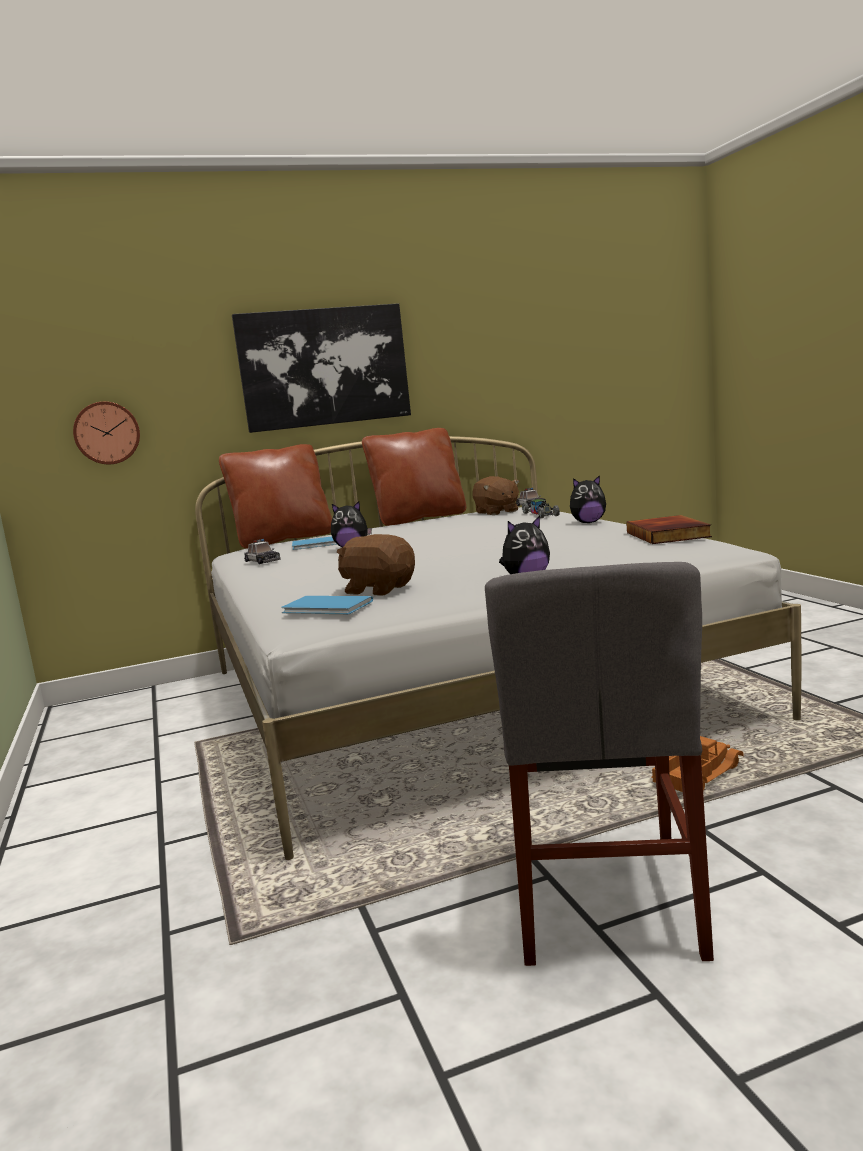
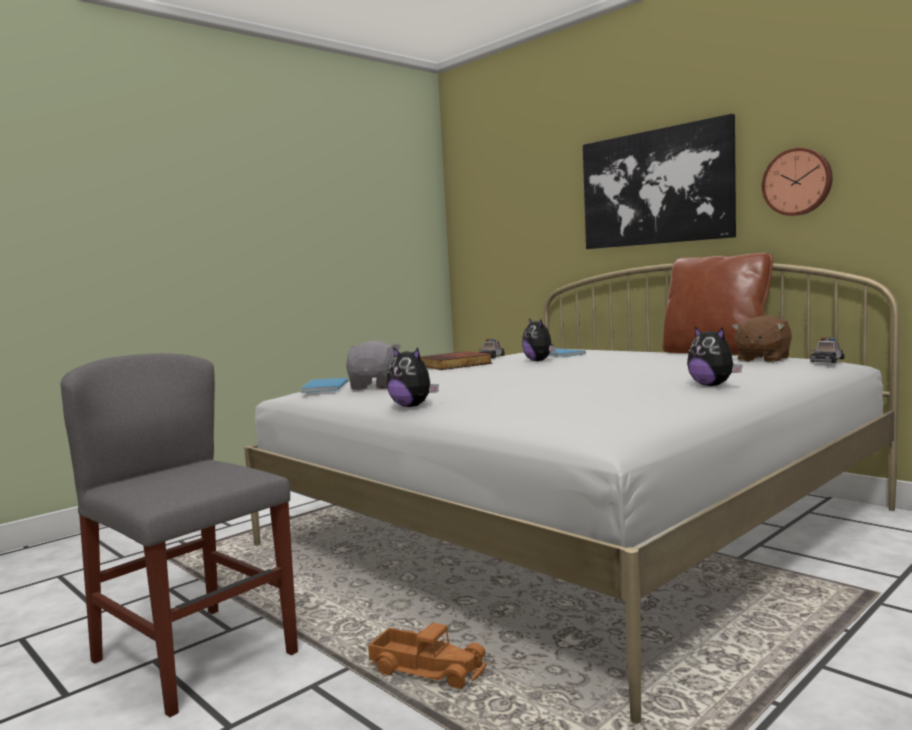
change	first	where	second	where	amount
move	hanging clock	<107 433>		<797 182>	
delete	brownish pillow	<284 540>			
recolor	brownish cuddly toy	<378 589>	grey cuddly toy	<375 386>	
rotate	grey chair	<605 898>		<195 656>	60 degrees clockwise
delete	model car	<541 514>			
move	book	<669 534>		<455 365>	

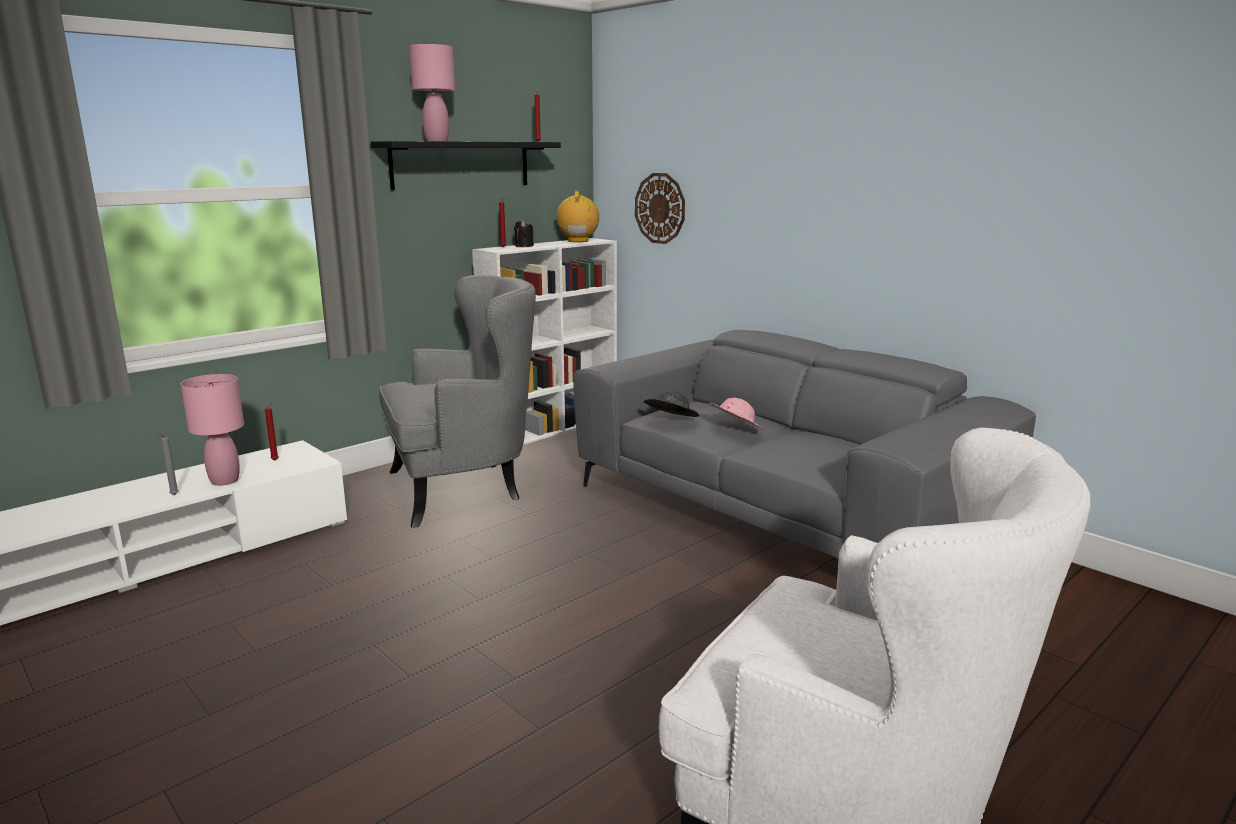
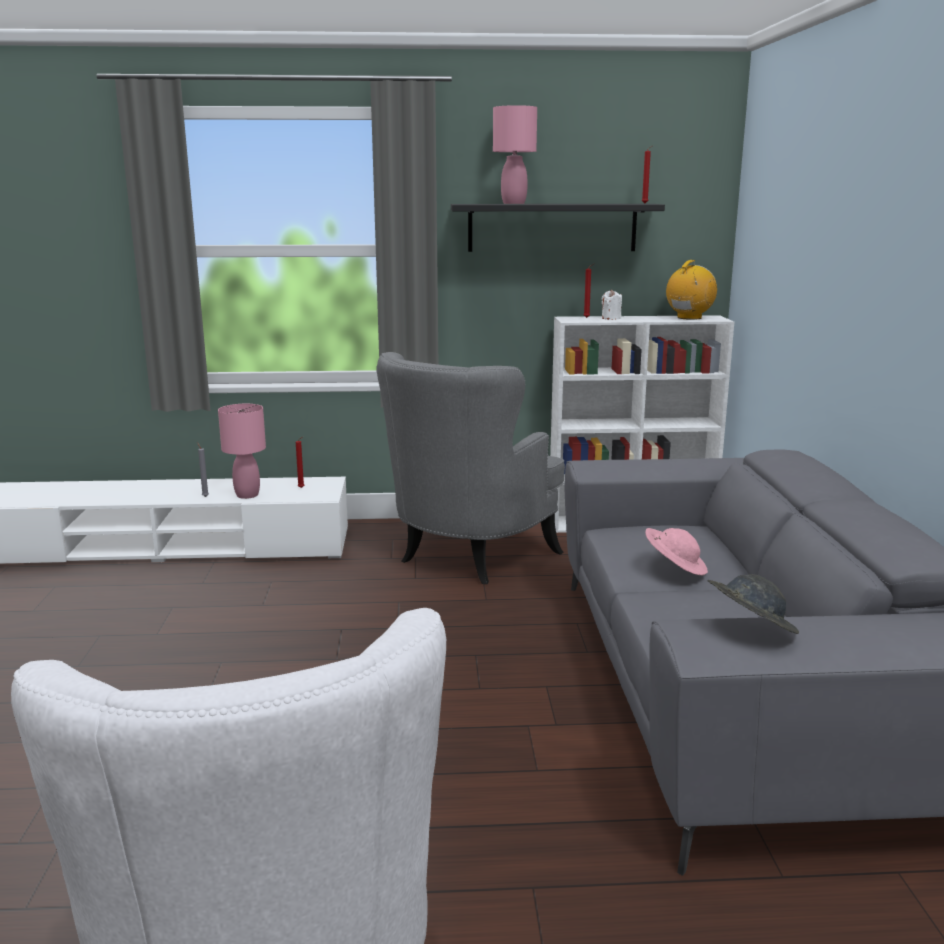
change	first	where	second	where	amount
rotate	grey lounge chair	<464 488>		<467 558>	105 degrees clockwise
recolor	black candle	<524 246>	white candle	<611 318>	
delete	hanging clock	<660 208>			
move	grey hat	<670 421>		<749 627>	

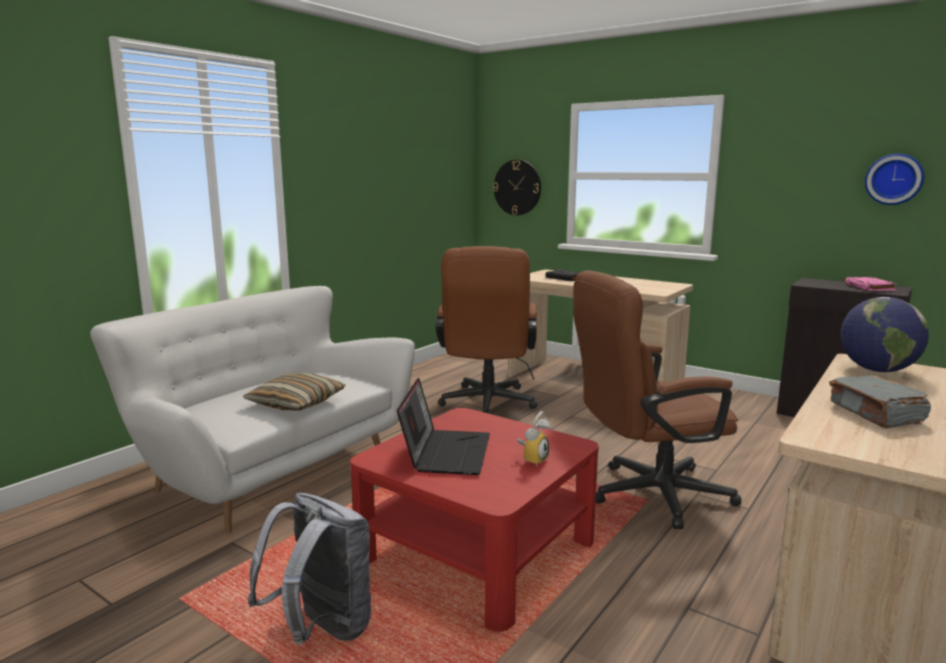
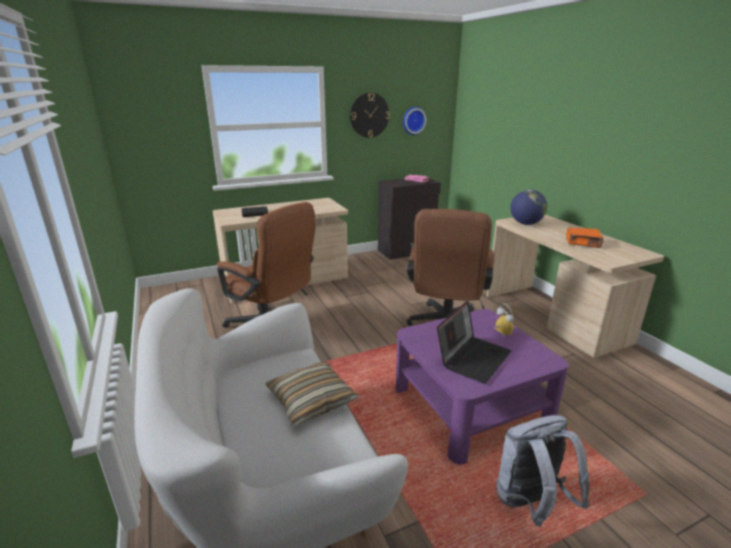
change	first	where	second	where	amount
recolor	red low table	<477 550>	purplish low table	<469 405>	
rotate	laptop	<445 452>		<473 357>	90 degrees clockwise
move	hanging clock	<517 187>		<369 115>	
recolor	grey book	<876 414>	orange-coloured book	<583 243>	

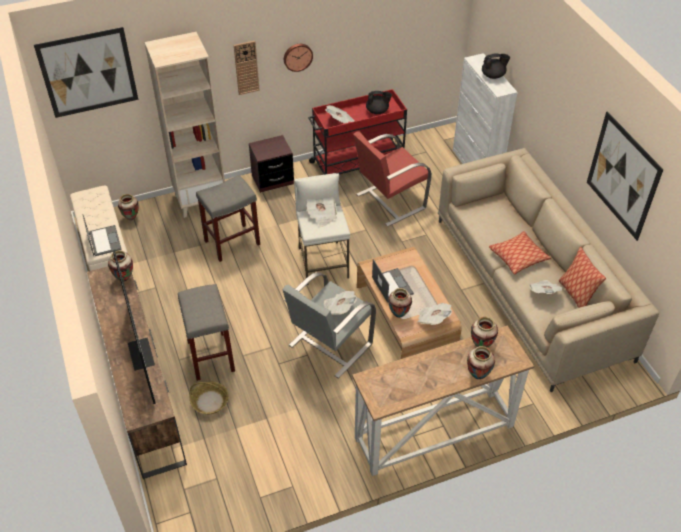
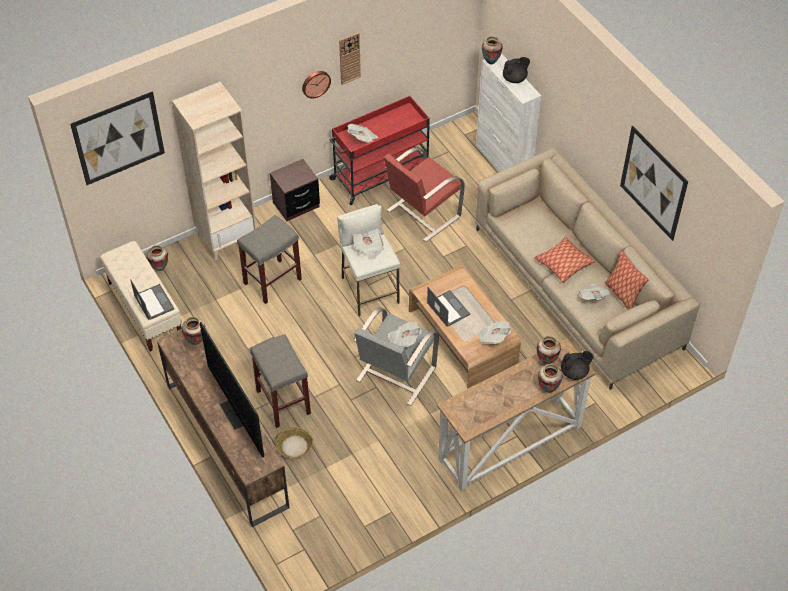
change	first	where	second	where	amount
move	hanging clock	<246 67>		<349 58>	
move	black pot for tea	<377 111>		<574 372>	
move	vase	<398 314>		<490 62>	

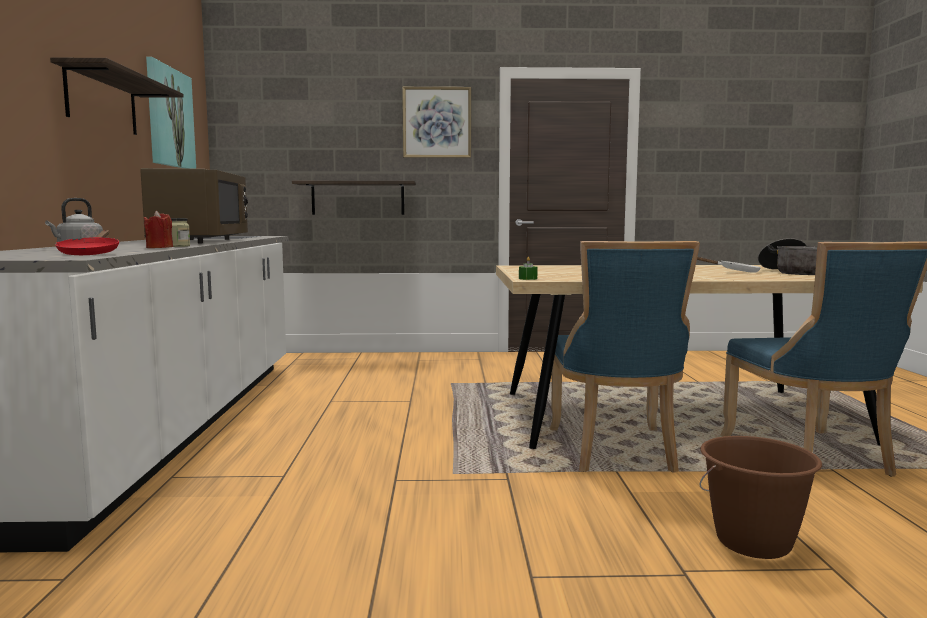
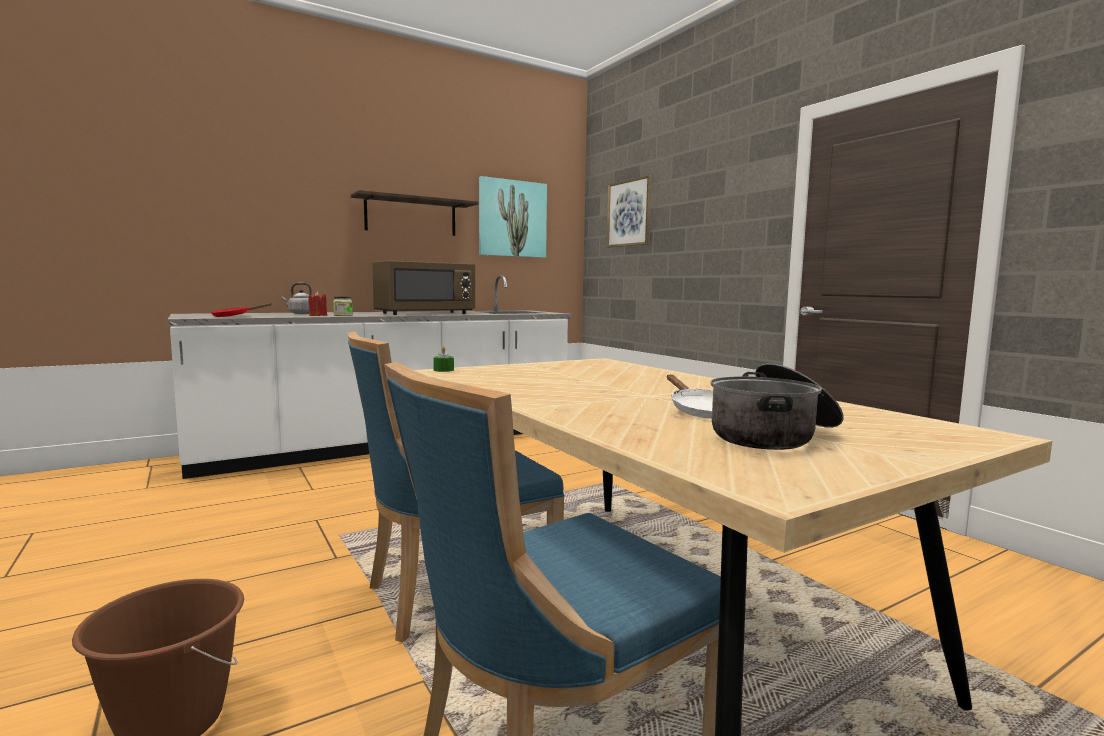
change	first	where	second	where	amount
delete	shelf	<358 198>			
move	wall art	<437 122>		<629 213>	

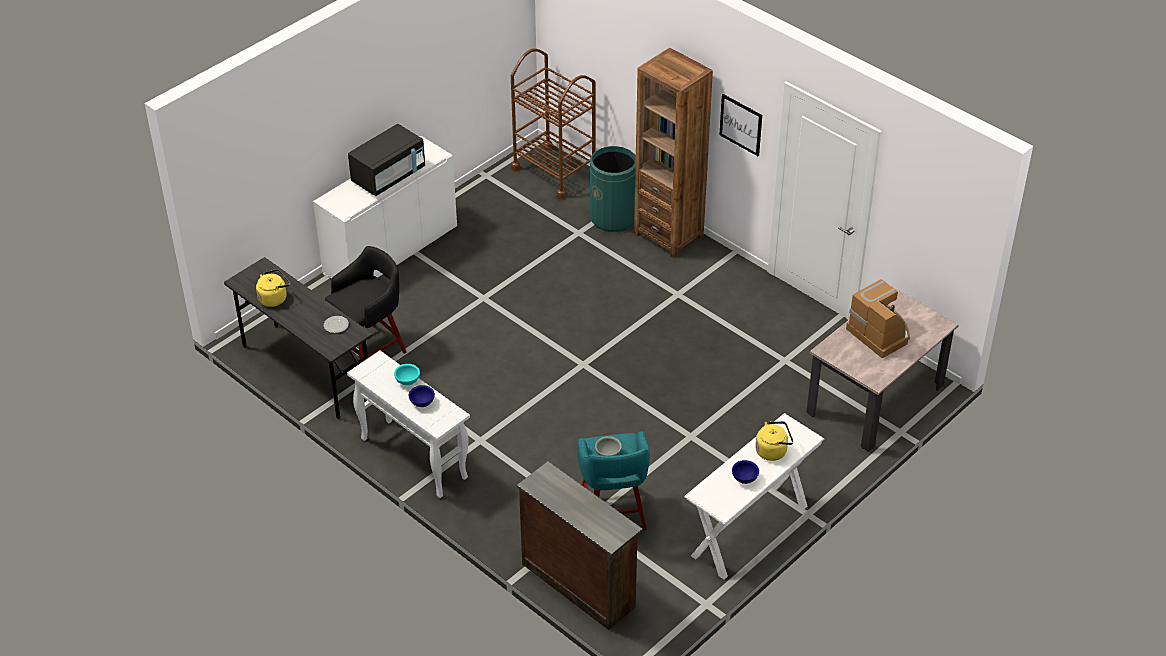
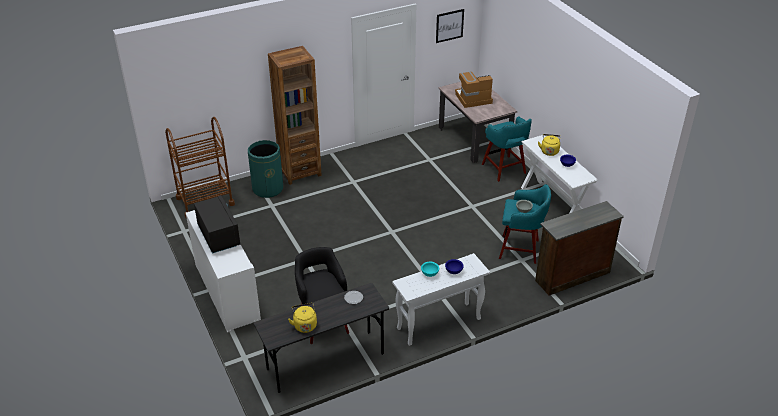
change	first	where	second	where	amount
move	wall art	<741 124>		<449 25>	
insert			turquoise sitting stool	<504 169>	

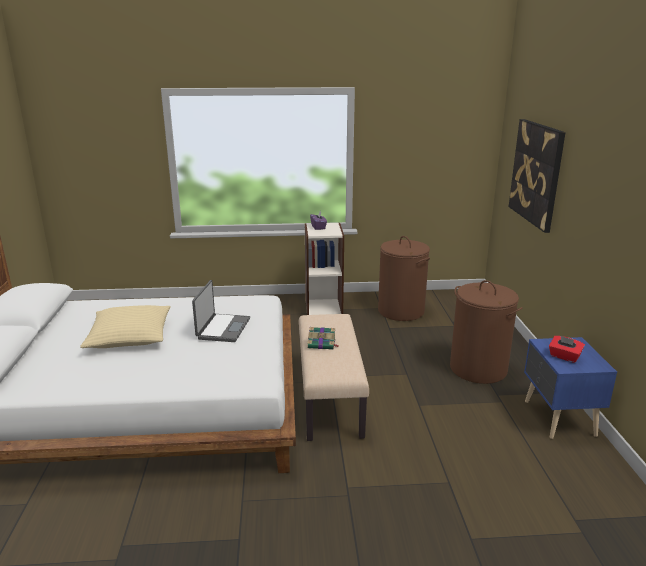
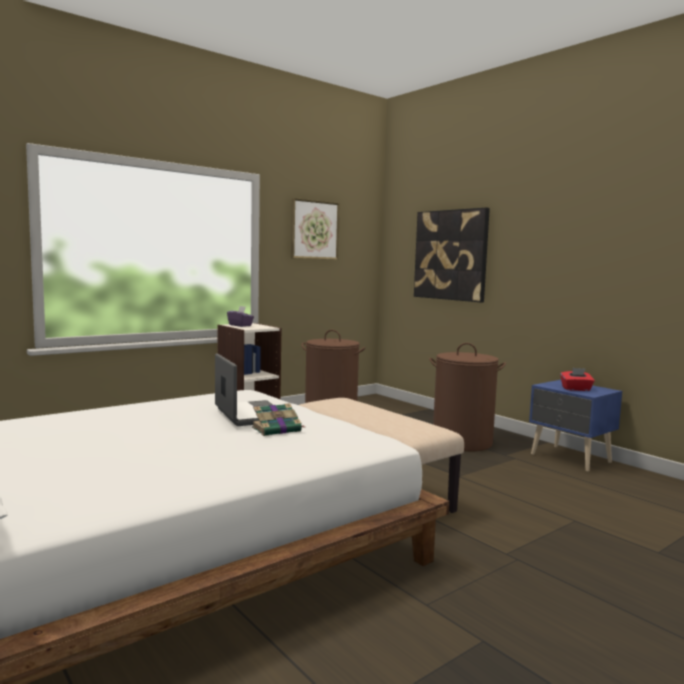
change	first	where	second	where	amount
delete	beige-coloured pillow	<129 336>			
move	book	<322 344>		<277 429>	
insert			wall art	<314 230>	

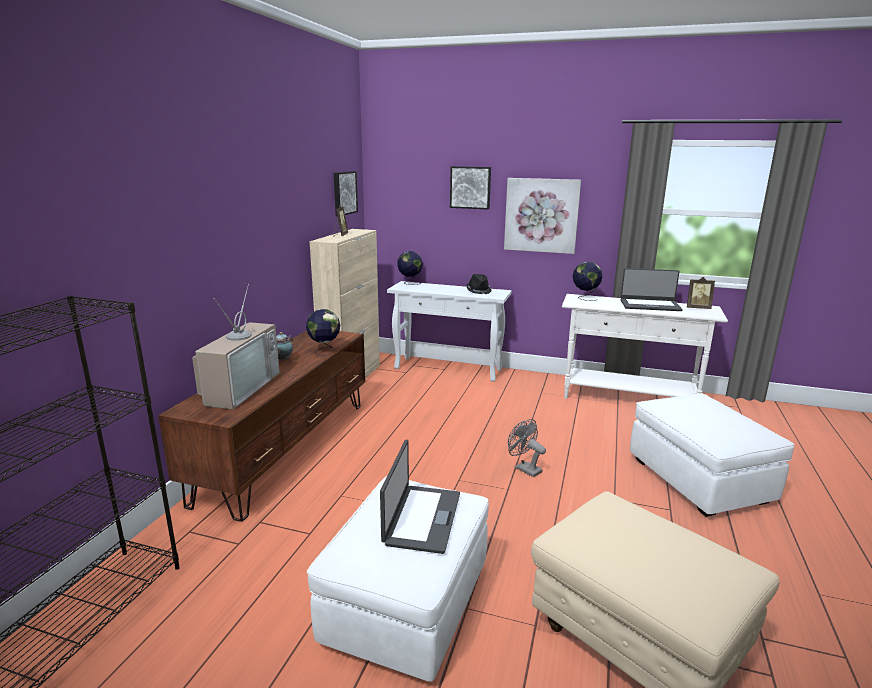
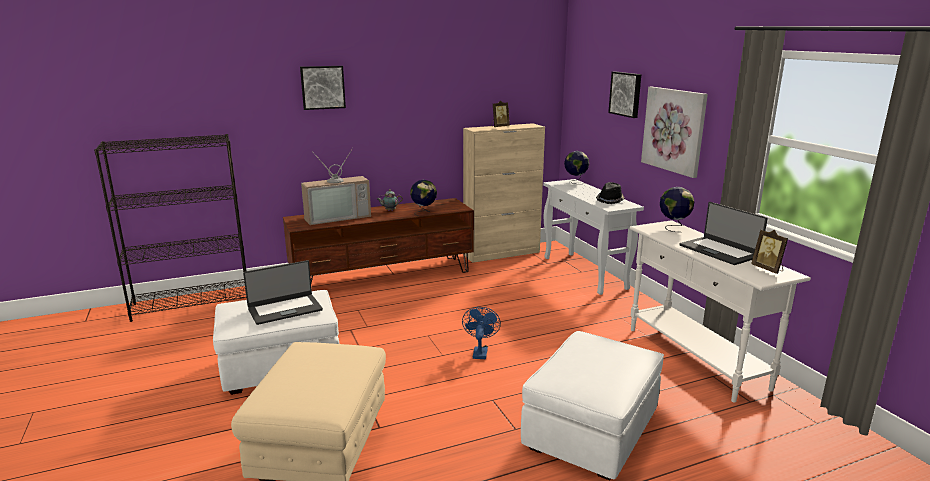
change	first	where	second	where	amount
move	wall art	<344 193>		<322 87>	
recolor	grey electric fan	<524 468>	blue electric fan	<480 351>	

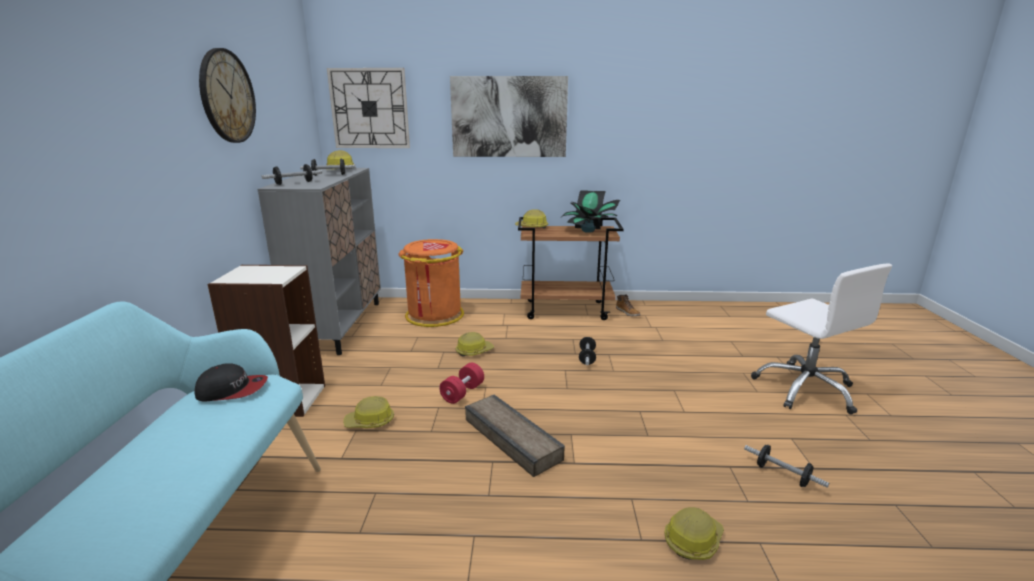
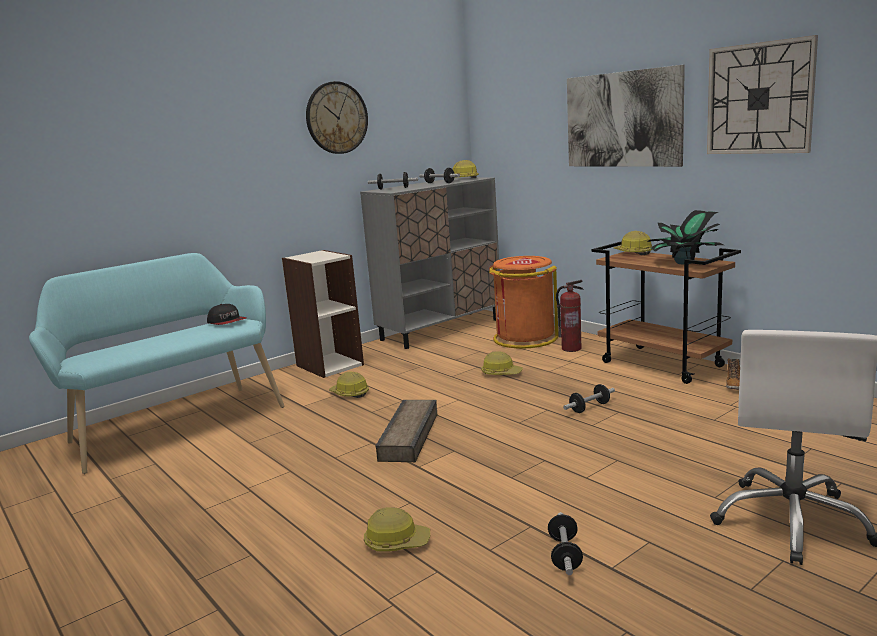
change	first	where	second	where	amount
move	hanging clock	<369 108>		<759 98>	
delete	red free weight	<462 393>			
insert			extinguisher	<571 348>	

